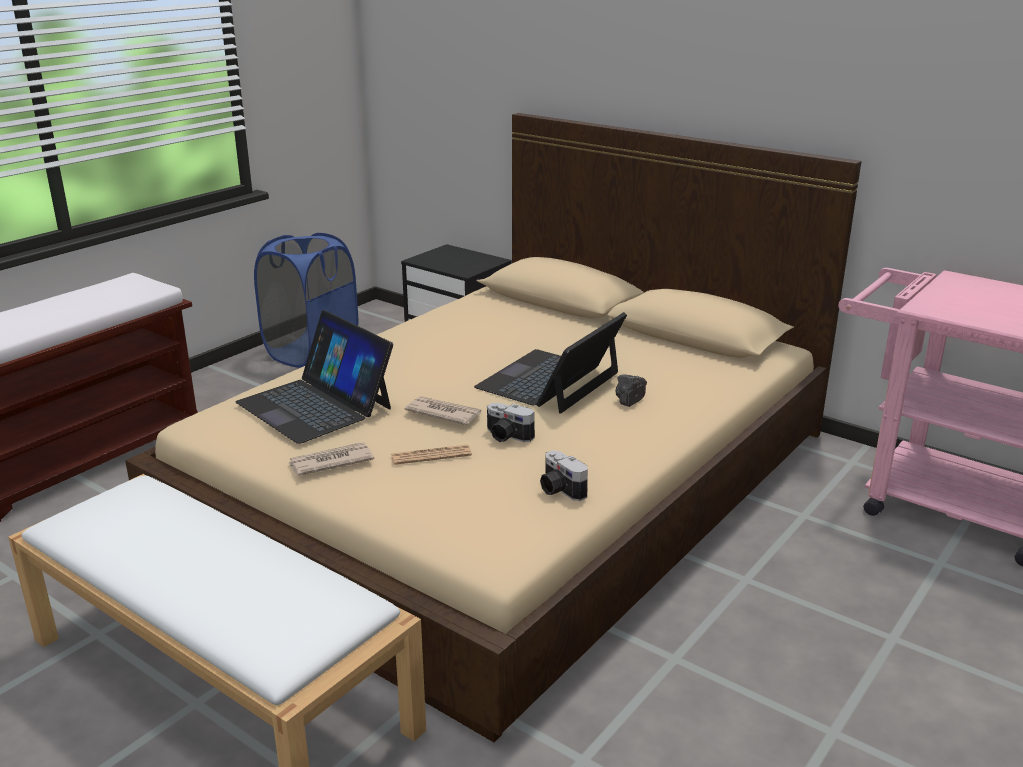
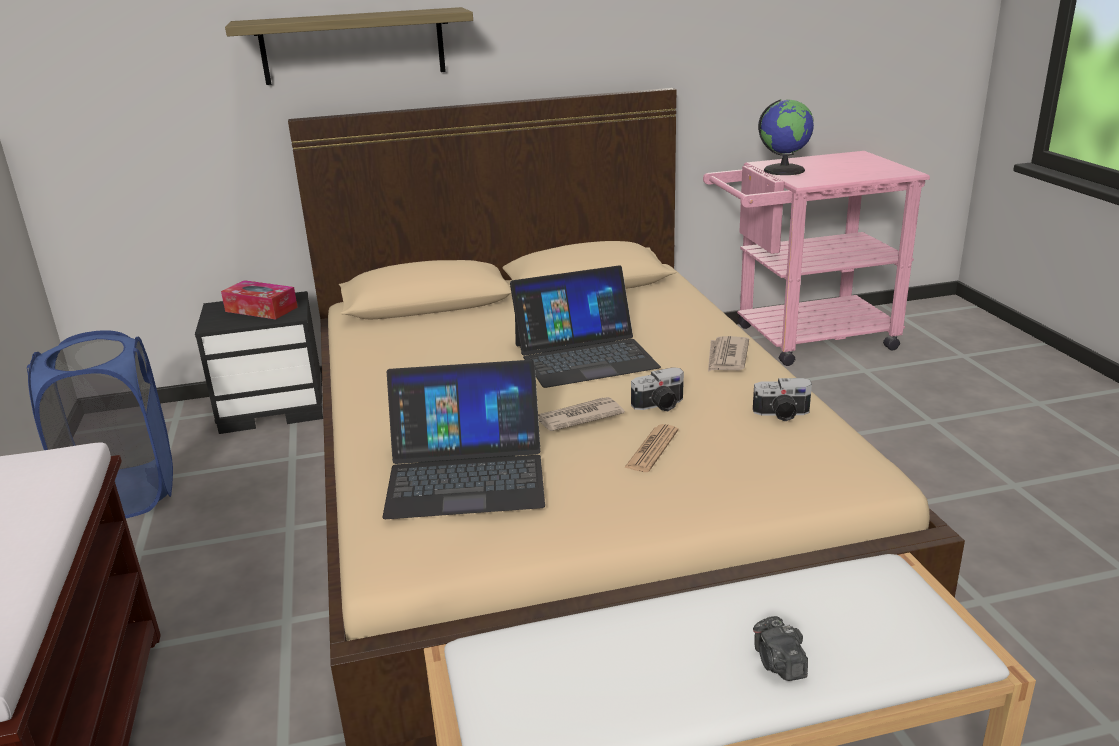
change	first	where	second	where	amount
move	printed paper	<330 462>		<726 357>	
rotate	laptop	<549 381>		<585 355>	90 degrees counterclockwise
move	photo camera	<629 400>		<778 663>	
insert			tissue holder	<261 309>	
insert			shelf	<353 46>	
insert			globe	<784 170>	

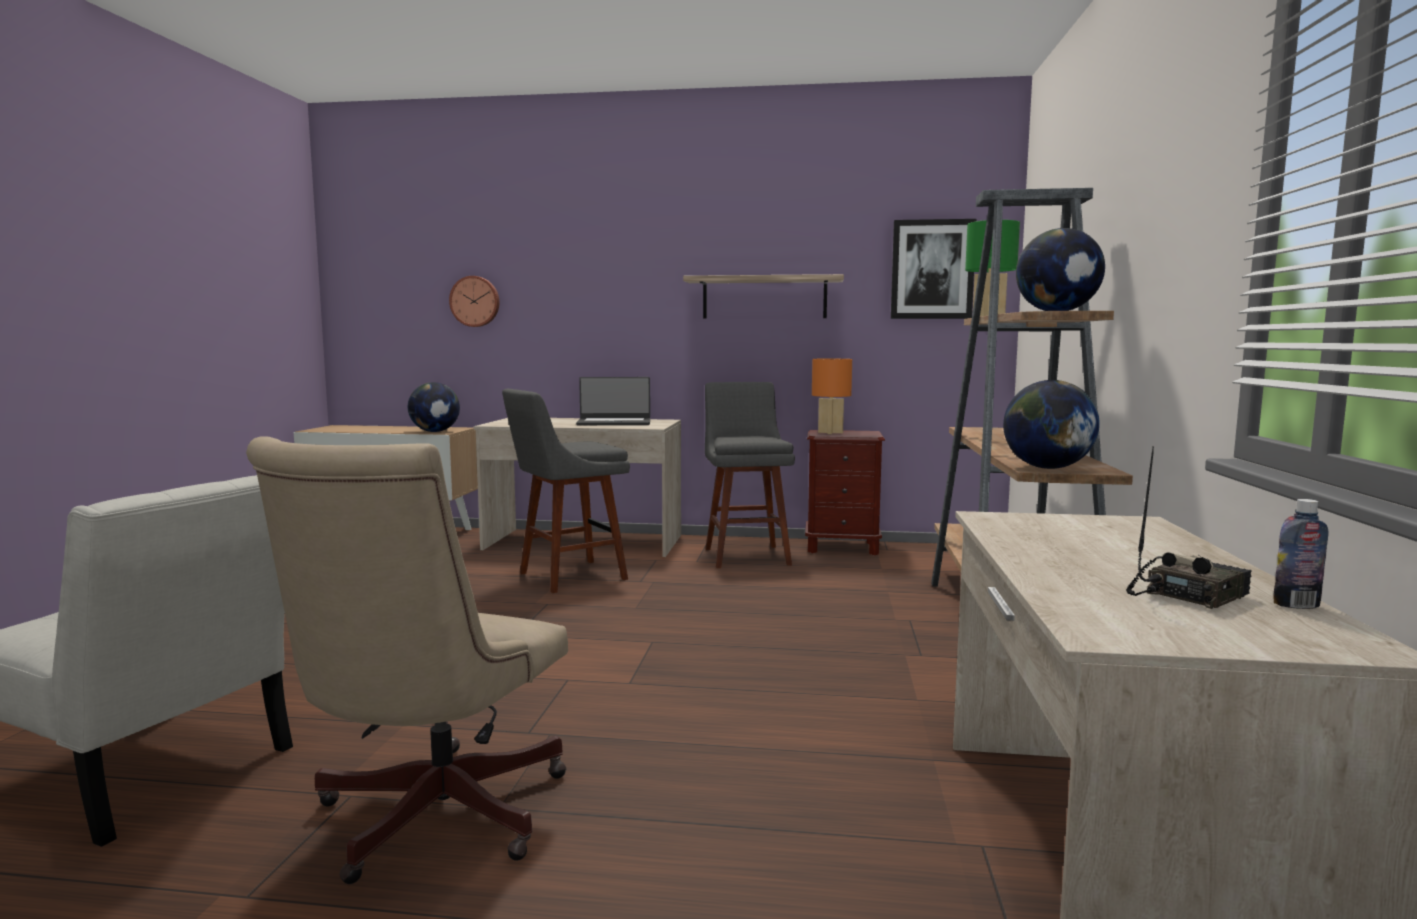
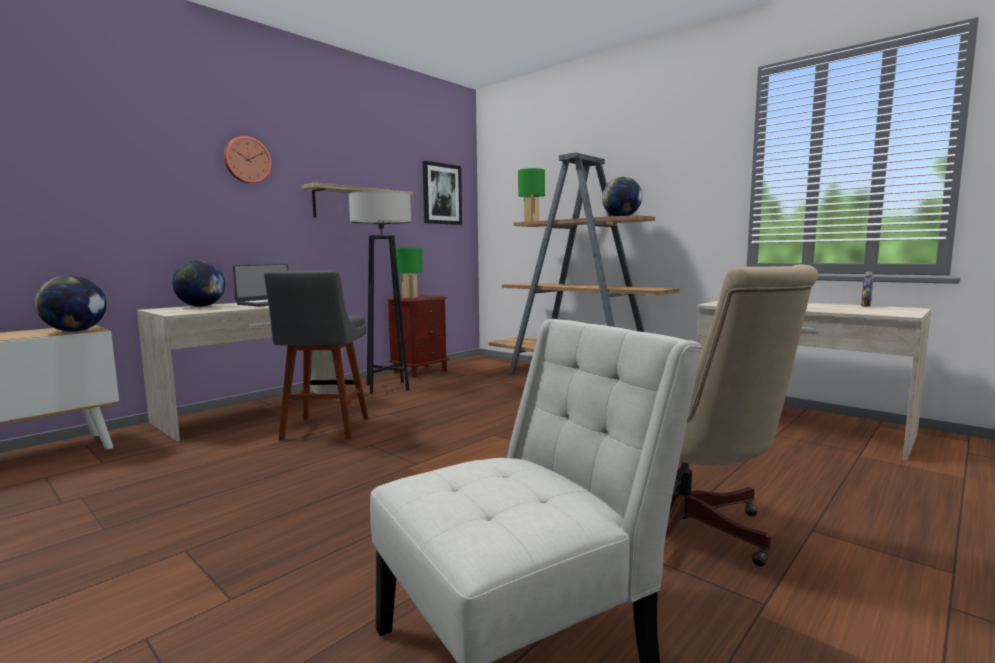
change	first	where	second	where	amount
move	hanging clock	<475 301>		<246 160>	
replace	grey sitting stool	<746 555>	grey floor lamp	<387 387>	
recolor	orange-coloured table lamp	<830 432>	green table lamp	<409 297>	
move	globe	<1047 468>		<201 306>	
delete	radio	<1186 594>			

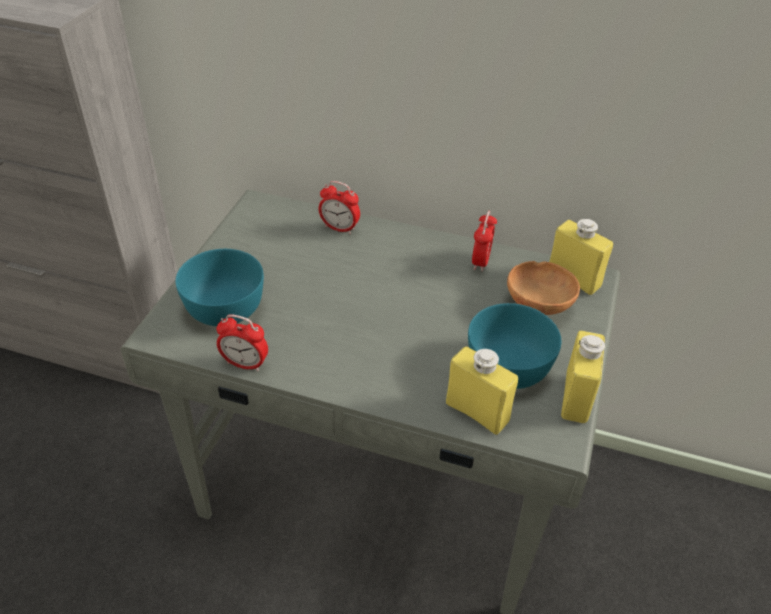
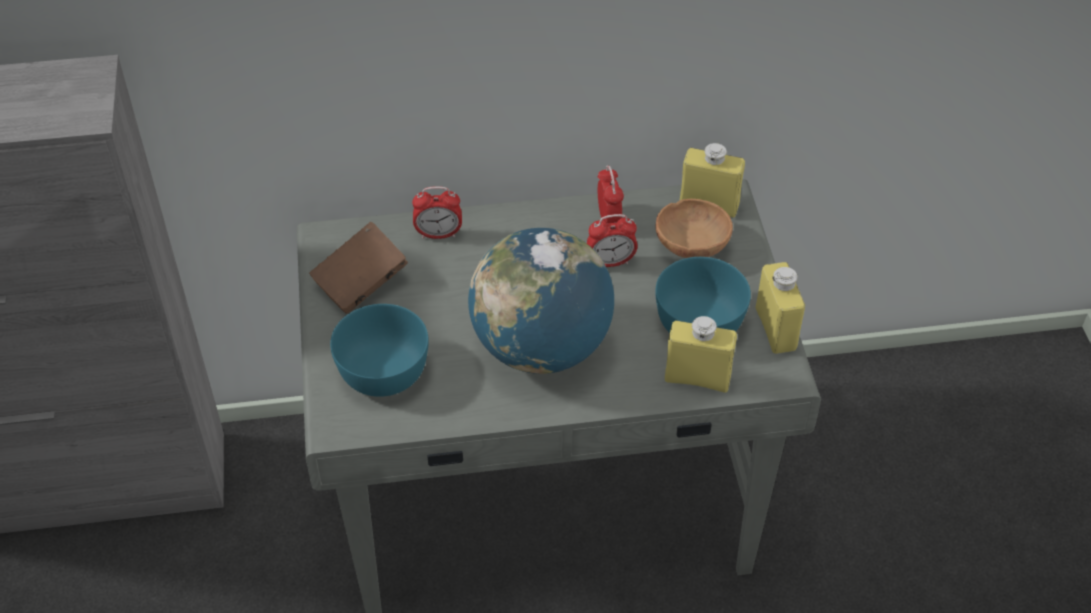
change	first	where	second	where	amount
move	bedside clock	<245 364>		<610 262>	
insert			brownish book	<360 283>	
insert			globe	<541 347>	

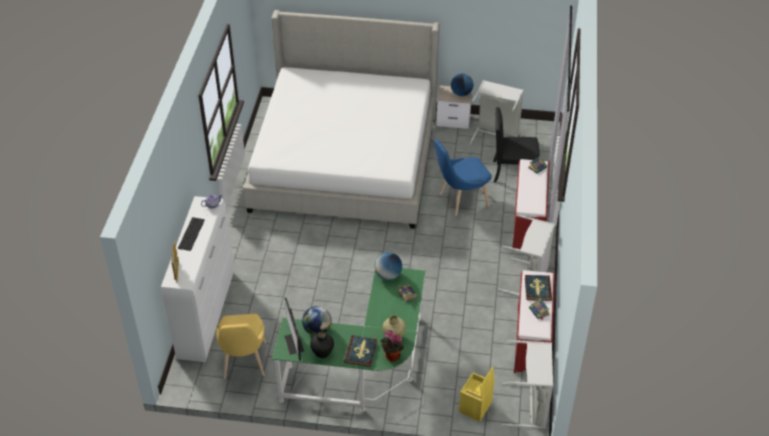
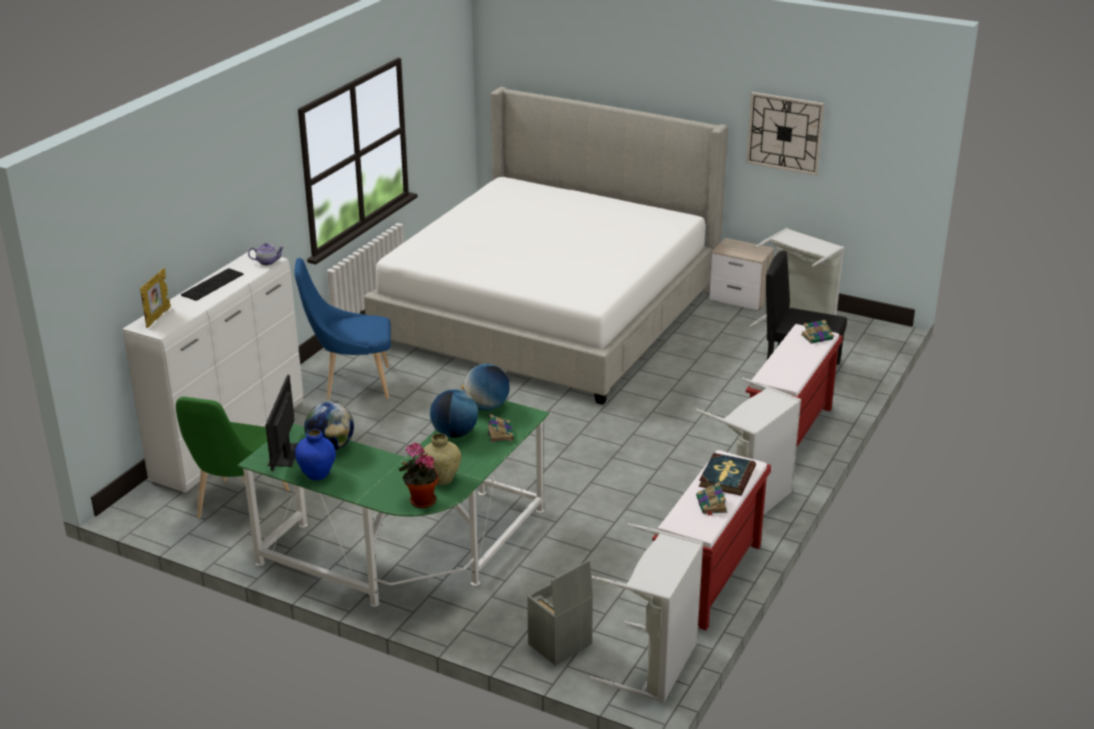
change	first	where	second	where	amount
recolor	yellowish chair	<244 364>	green chair	<239 507>	
recolor	black vase	<322 353>	blue vase	<317 475>	
delete	book	<361 352>			
move	blue chair	<460 200>		<352 384>	
move	globe	<461 93>		<454 433>	
recolor	yellowish storage box	<475 408>	grey storage box	<559 645>	
insert			hanging clock	<785 133>	

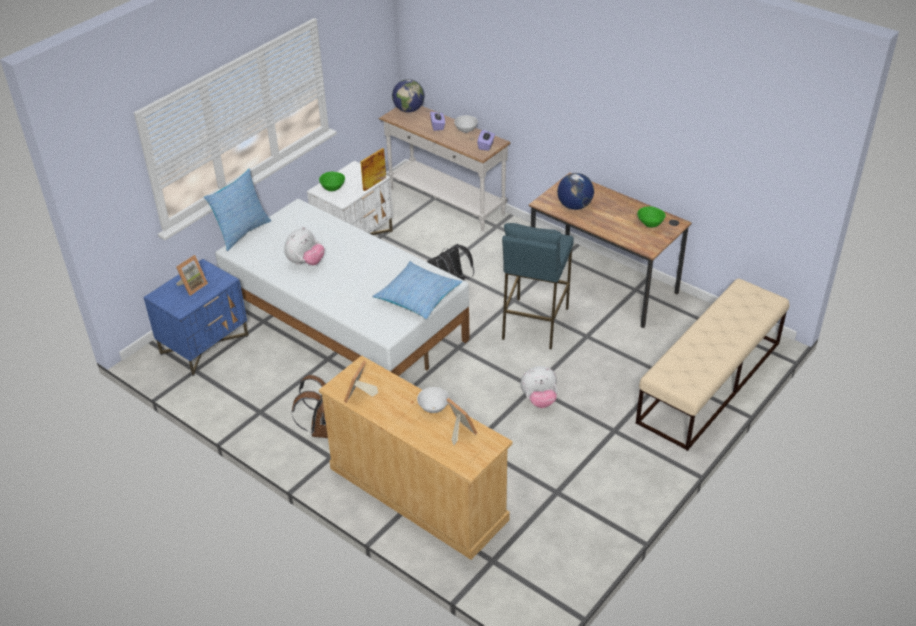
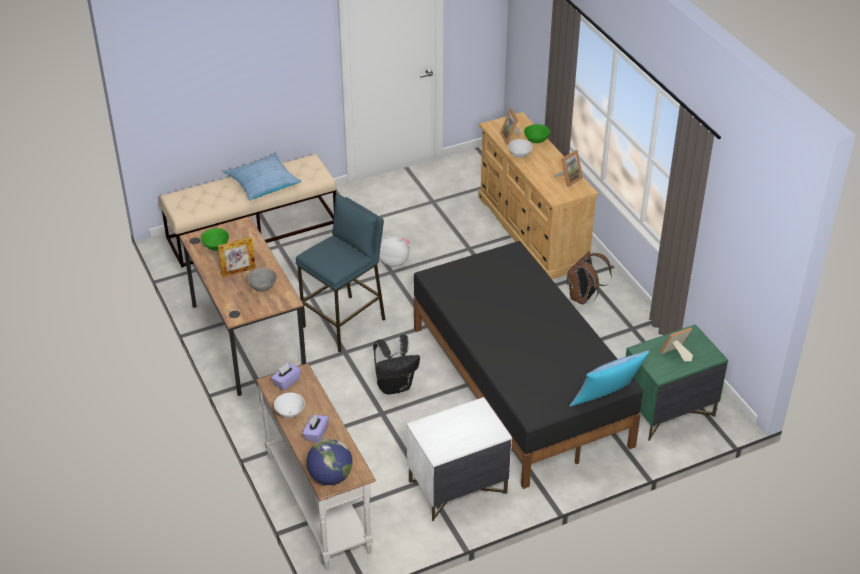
change	first	where	second	where	amount
recolor	blue nightstand	<205 344>	green nightstand	<667 411>	
recolor	white bed	<345 322>	black bed	<519 386>	
delete	cuddly toy	<305 262>			
move	green serving bowl	<333 188>		<536 140>	
move	picture frame	<374 184>		<238 271>	
move	pillow	<418 296>		<263 183>	
replace	globe	<574 206>	grey serving bowl	<263 287>	

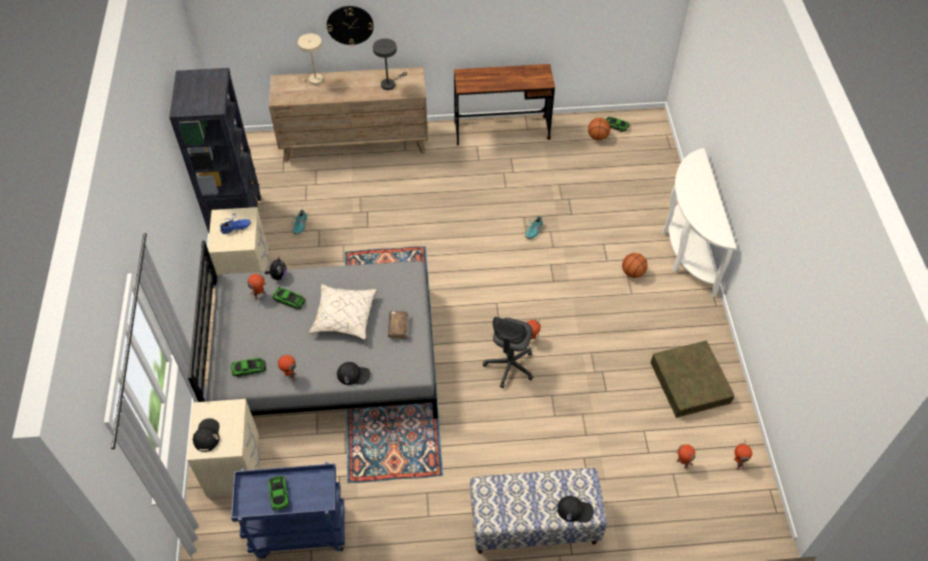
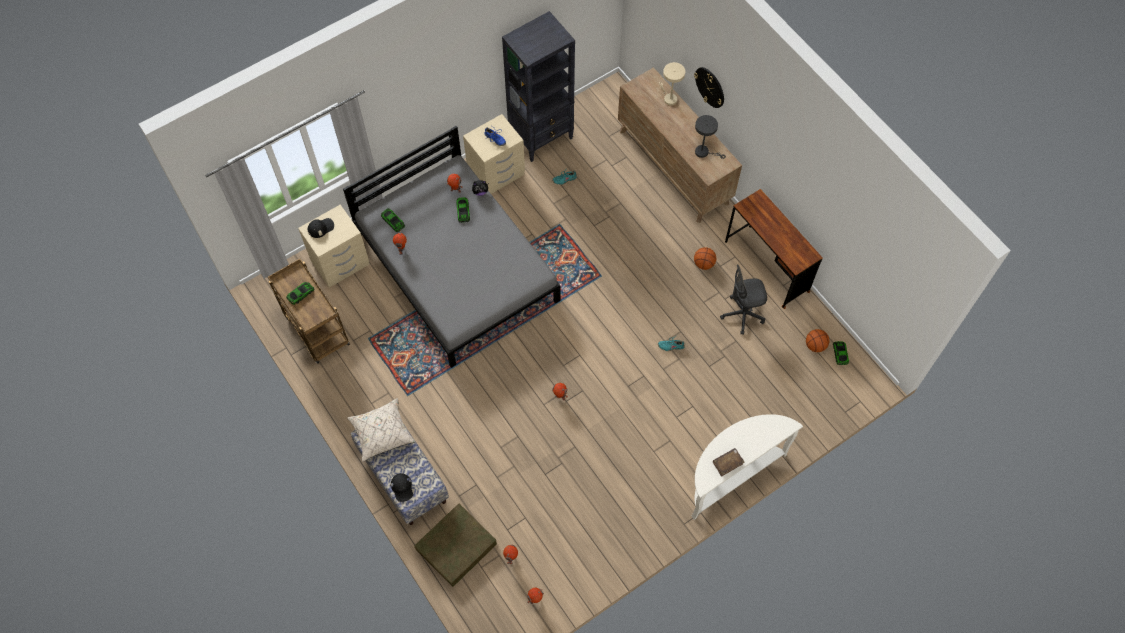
change	first	where	second	where	amount
recolor	blue cart	<298 532>	brownish cart	<315 330>	
move	beige-coloured pillow	<344 317>		<381 433>	
delete	black peaked cap	<353 375>			
move	brownish book	<398 327>		<727 463>	
move	grey desk chair	<509 366>		<742 314>	
move	basketball	<632 272>		<703 263>	
move	brownish storage box	<690 382>		<456 547>	

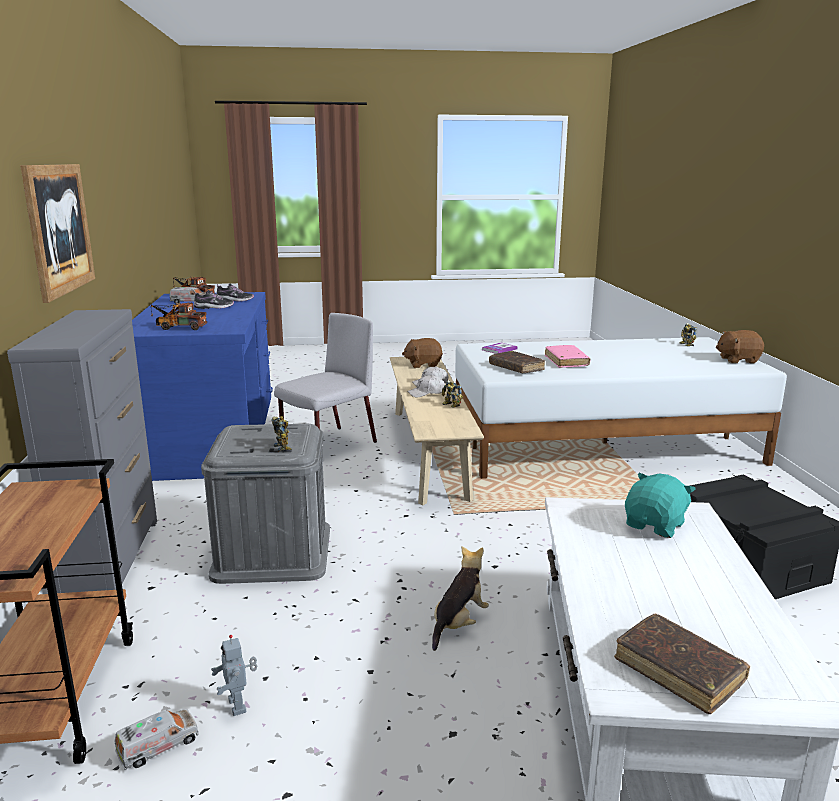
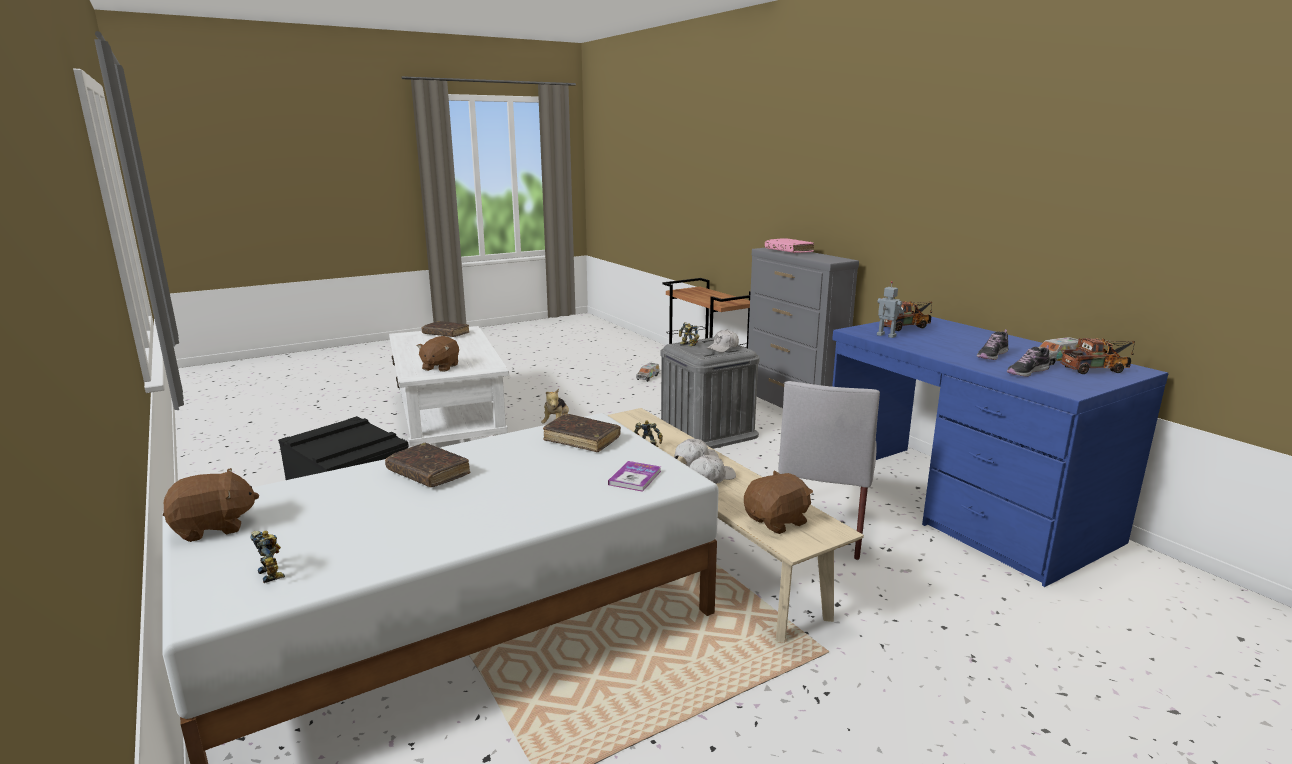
change	first	where	second	where	amount
delete	wall art	<59 229>			
move	toy robot	<239 705>		<885 336>	
move	pink book	<566 361>		<788 251>	
recolor	turquoise cuddly toy	<655 525>	brownish cuddly toy	<440 367>	
insert			brownish book	<428 473>	
insert			white peaked cap	<723 348>	

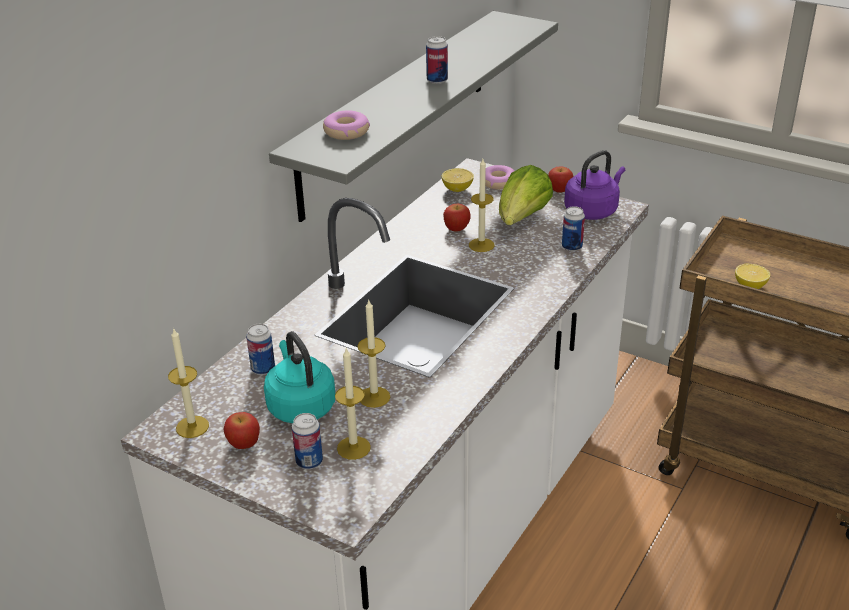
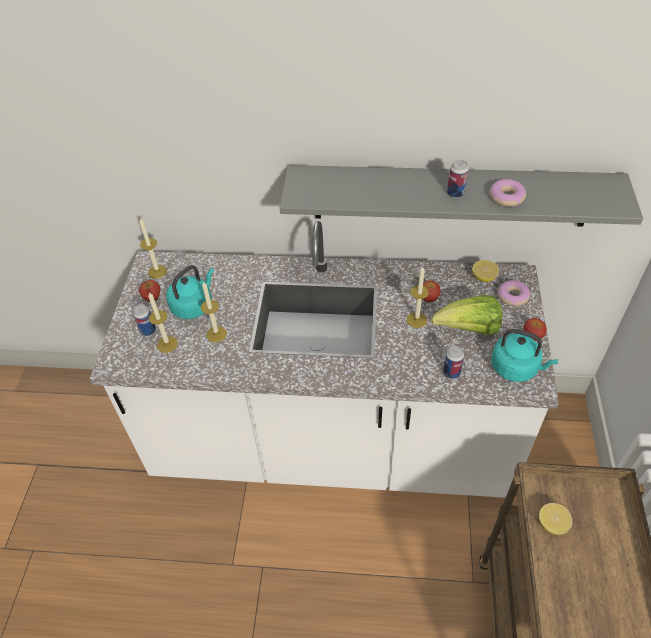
change	first	where	second	where	amount
delete	metal can	<263 369>			
move	donut	<346 132>		<506 197>	
recolor	purplish water kettle	<593 210>	turquoise water kettle	<516 368>	

